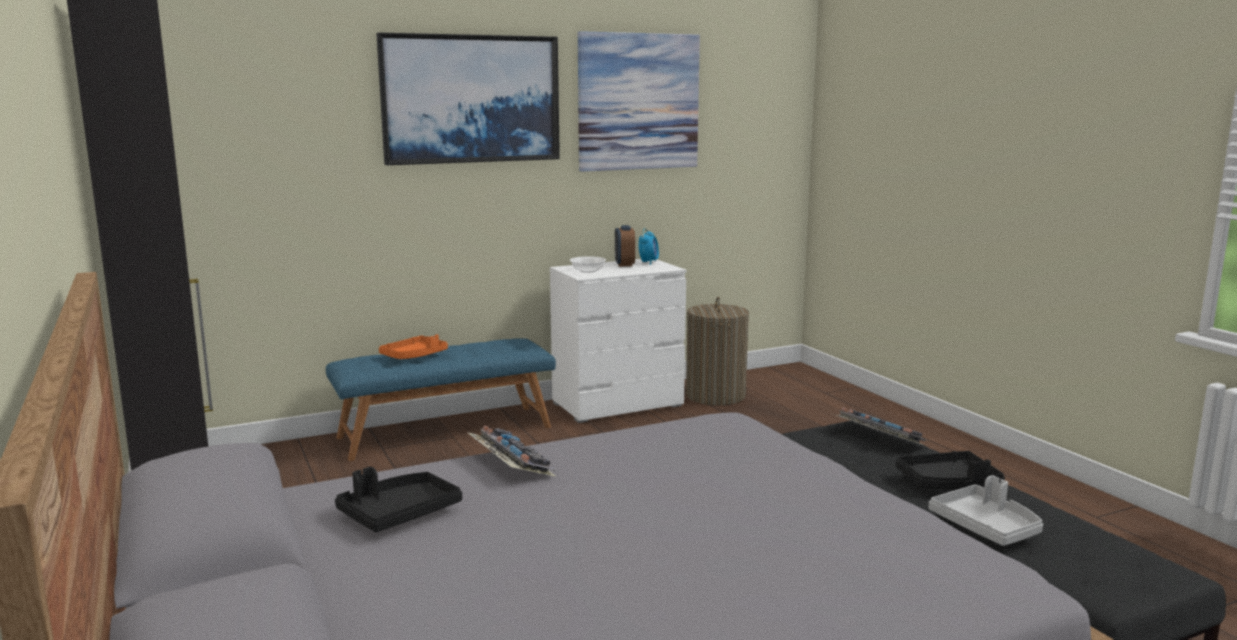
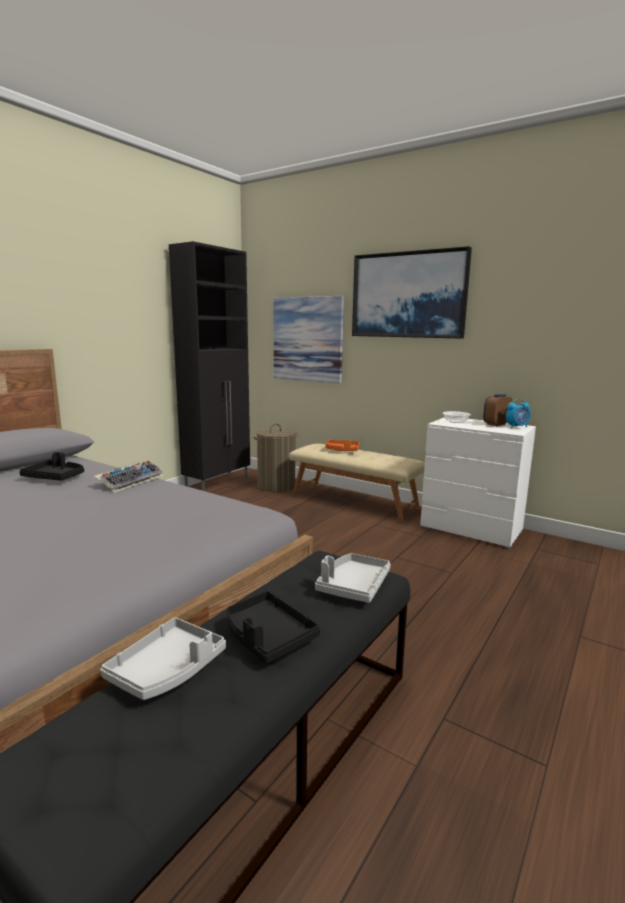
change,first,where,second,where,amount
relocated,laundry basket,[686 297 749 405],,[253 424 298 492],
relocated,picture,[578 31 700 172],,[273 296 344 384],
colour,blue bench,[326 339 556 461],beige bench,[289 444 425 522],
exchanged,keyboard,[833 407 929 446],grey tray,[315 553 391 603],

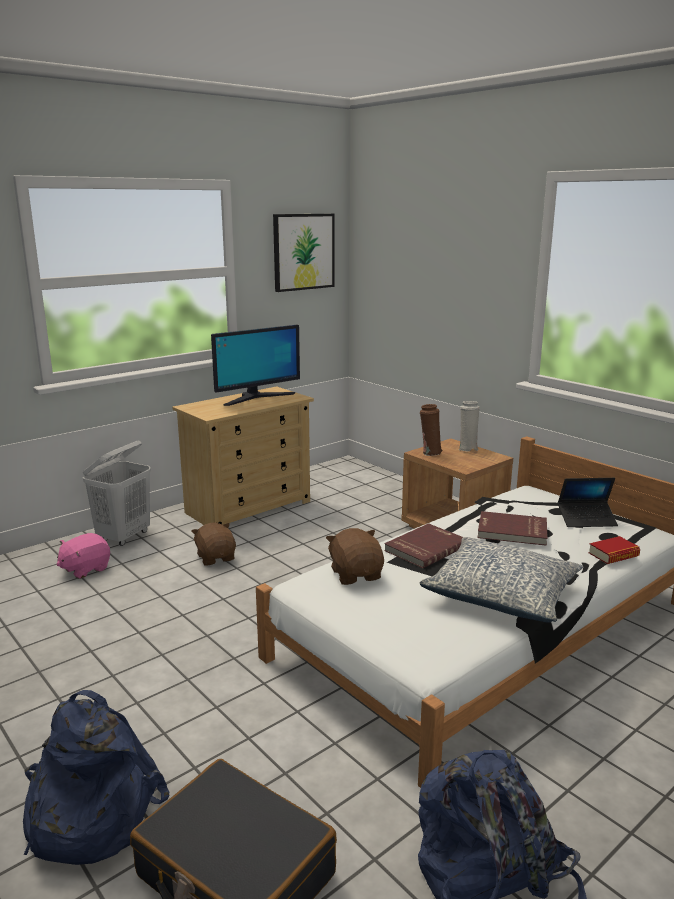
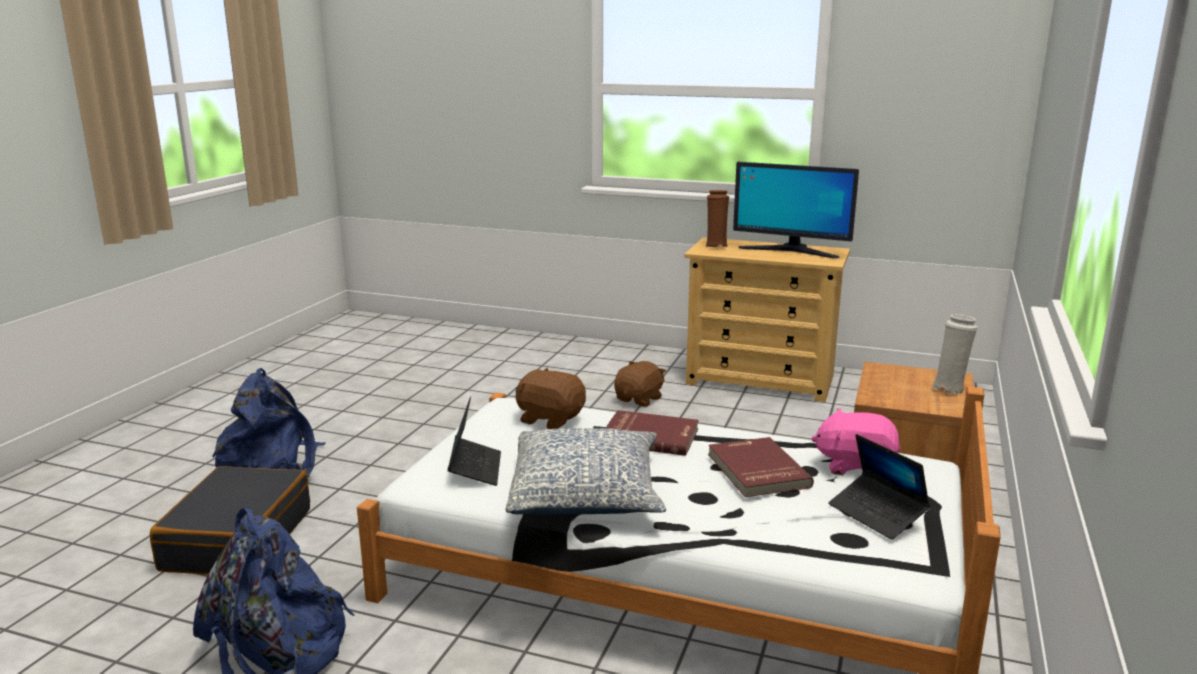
change,first,where,second,where,amount
appeared,,,laptop,[447 396 501 486],
spun,brown plush toy,[326 528 384 585],,[515 368 586 429],105 degrees counterclockwise
relocated,brown vase,[420 404 442 456],,[705 190 729 248],
relocated,pink plush toy,[56 533 110 579],,[811 408 901 475],
missing,white laundry basket,[83 440 151 546],,,
missing,picture,[273 214 335 292],,,
missing,book,[589 536 640 564],,,

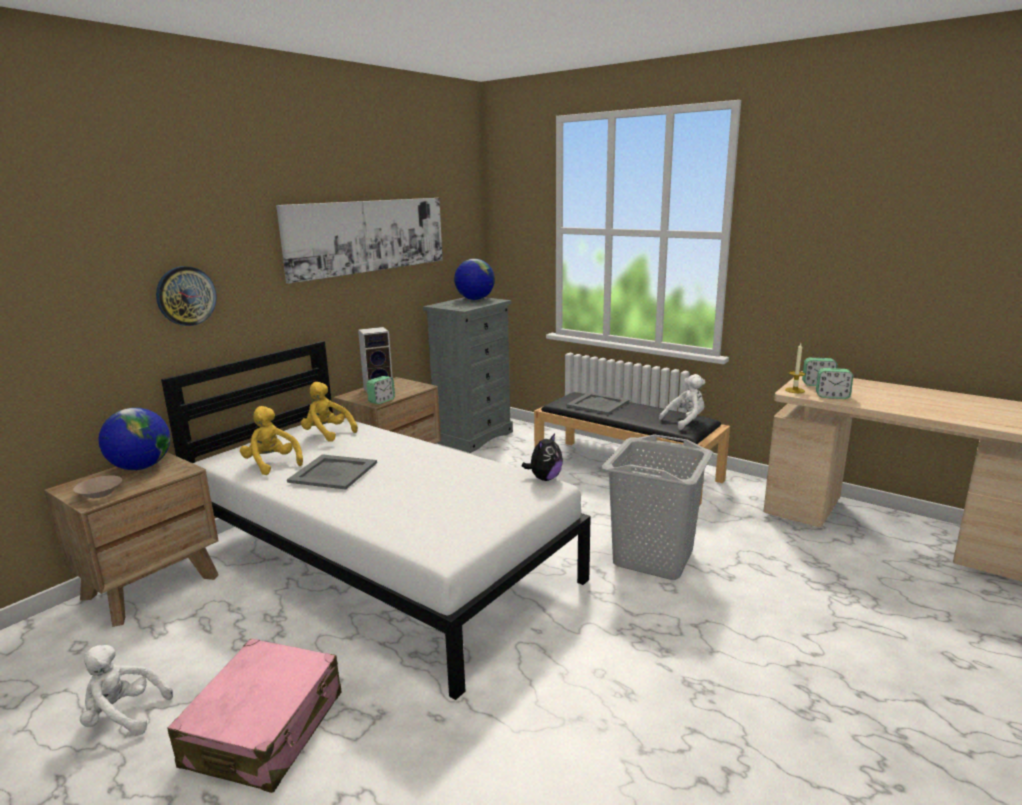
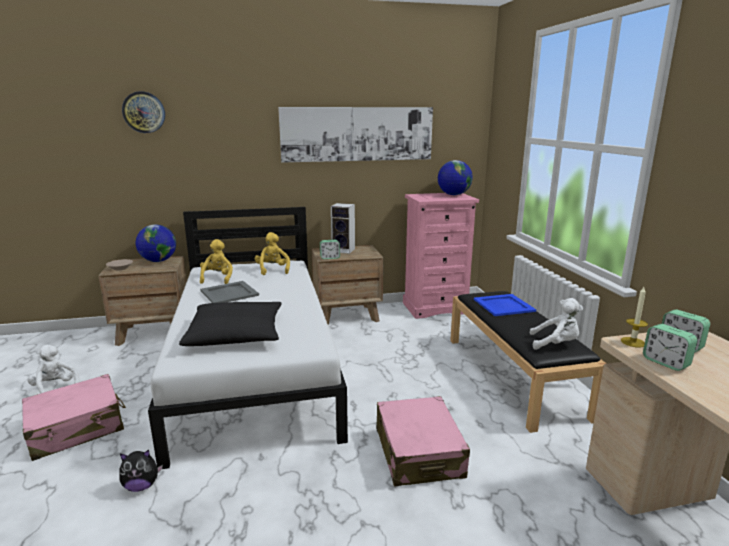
change,first,where,second,where,amount
relocated,plush toy,[522 433 563 481],,[119 450 163 492],
relocated,wall clock,[156 266 217 326],,[122 91 165 133],
appeared,,,black pillow,[179 302 282 346],
exchanged,grey laundry basket,[602 434 713 580],pink suitcase,[376 396 470 487],
colour,grey dresser,[423 297 513 453],pink dresser,[403 193 479 319],
colour,grey tray,[566 392 630 415],blue tray,[474 294 536 316],

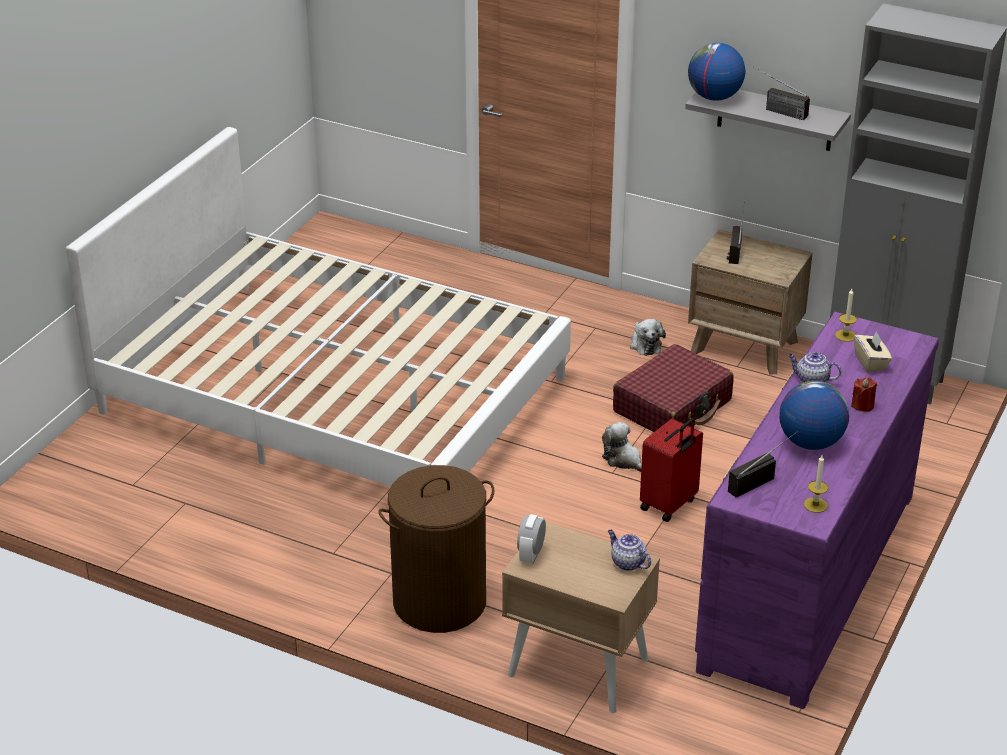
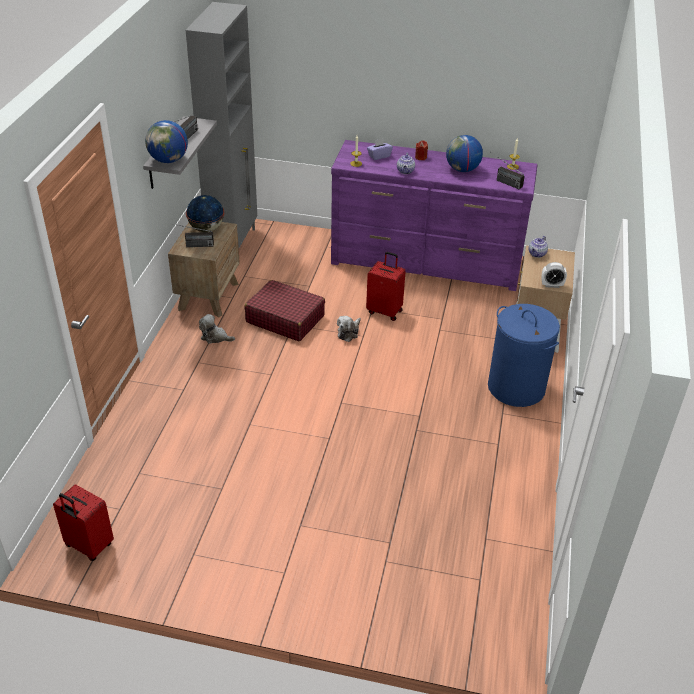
change,first,where,second,where,amount
appeared,,,red suitcase,[53 484 114 561],
appeared,,,globe,[186 195 224 232],
spun,plush toy,[630 319 666 356],,[199 314 235 344],135 degrees counterclockwise
colour,beige tissue box,[854 331 892 372],purple tissue box,[367 139 393 160],
colour,brown laundry basket,[378 465 495 633],blue laundry basket,[488 304 560 407],
missing,white bed,[66 127 571 486],,,

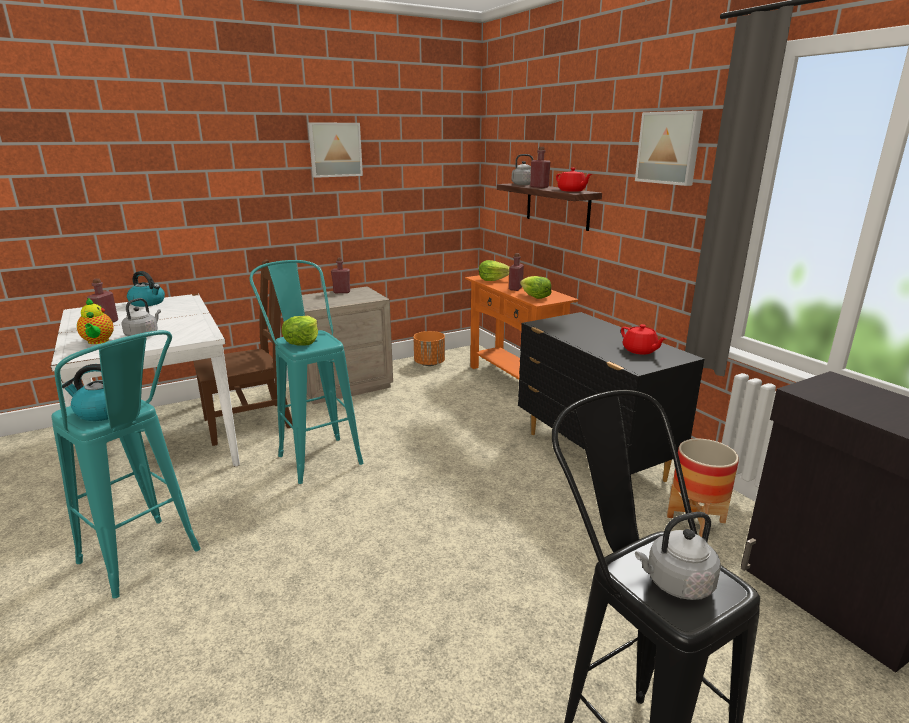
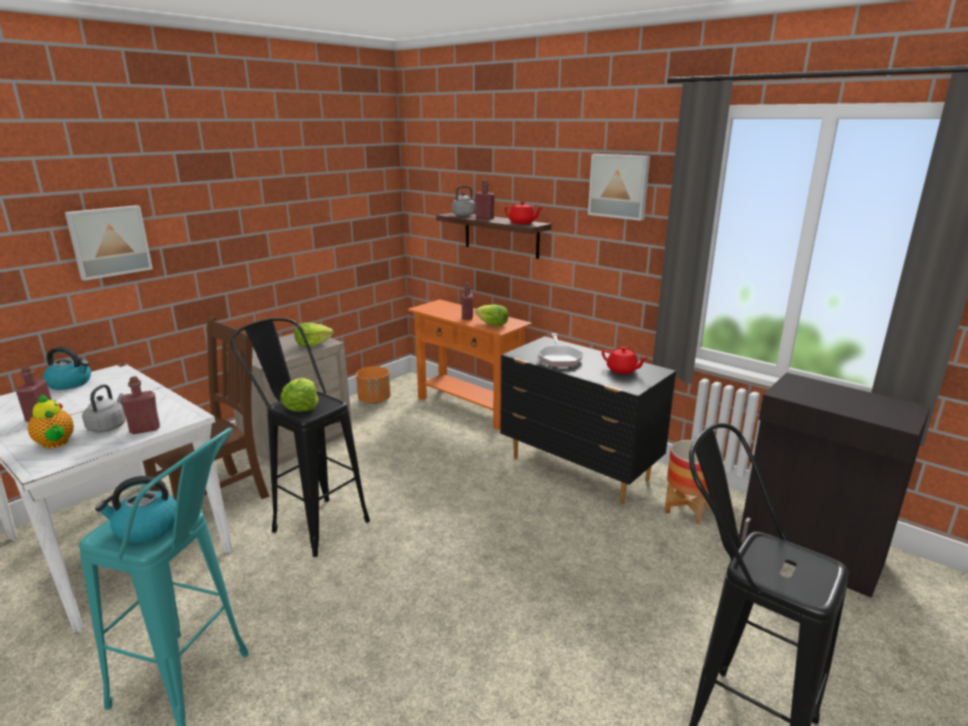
change,first,where,second,where,amount
relocated,picture,[308 122 363 178],,[65 205 153 281],
relocated,red bottle,[331 257 350 293],,[121 376 160 434],
colour,turquoise stool,[250 260 363 484],black stool,[231 318 370 557],
relocated,lettuce,[479 260 509 281],,[294 323 333 347],
appeared,,,frying pan,[537 333 584 367],
missing,grey kettle,[635 512 721 600],,,

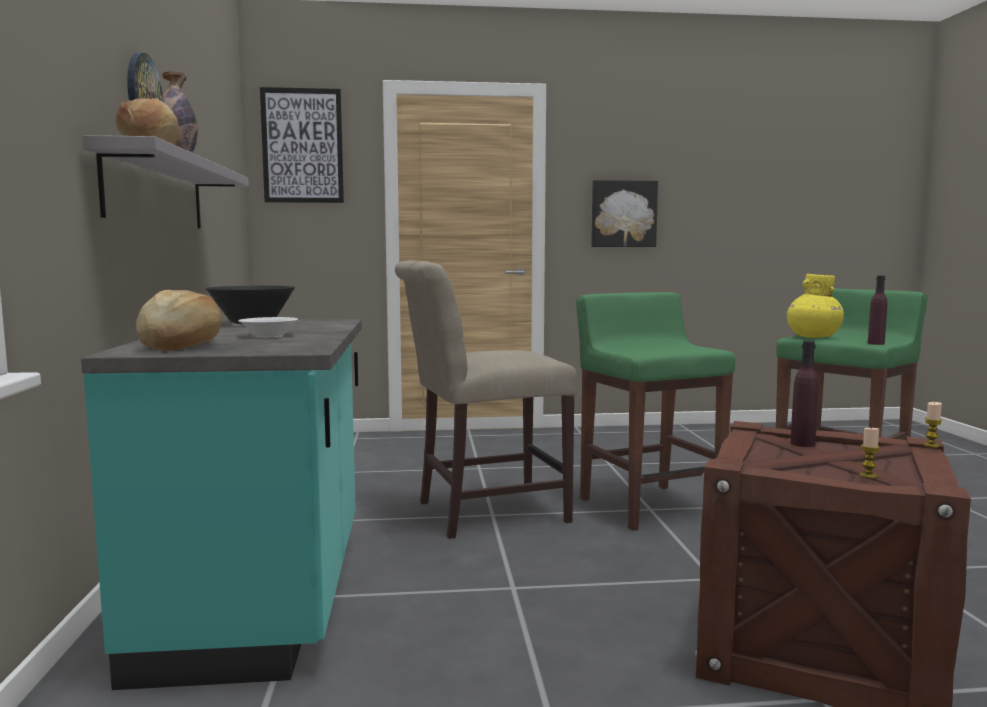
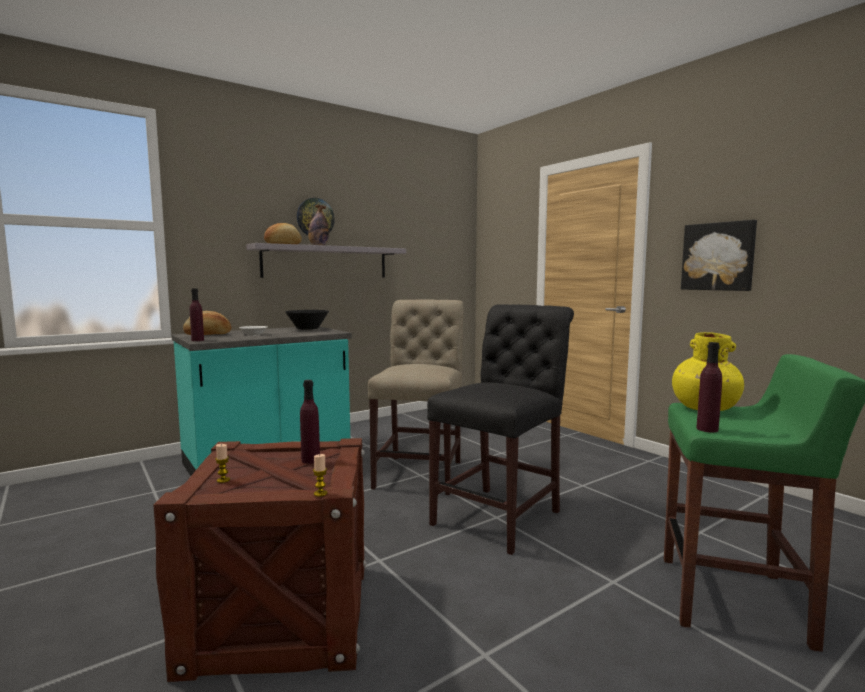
change,first,where,second,where,amount
appeared,,,purple bottle,[190 288 204 341],
spun,beige chair,[395 260 577 539],,[368 299 464 495],60 degrees clockwise
exchanged,green stool,[576 292 735 531],black chair,[427 304 574 555],
missing,picture,[260 87 344 203],,,

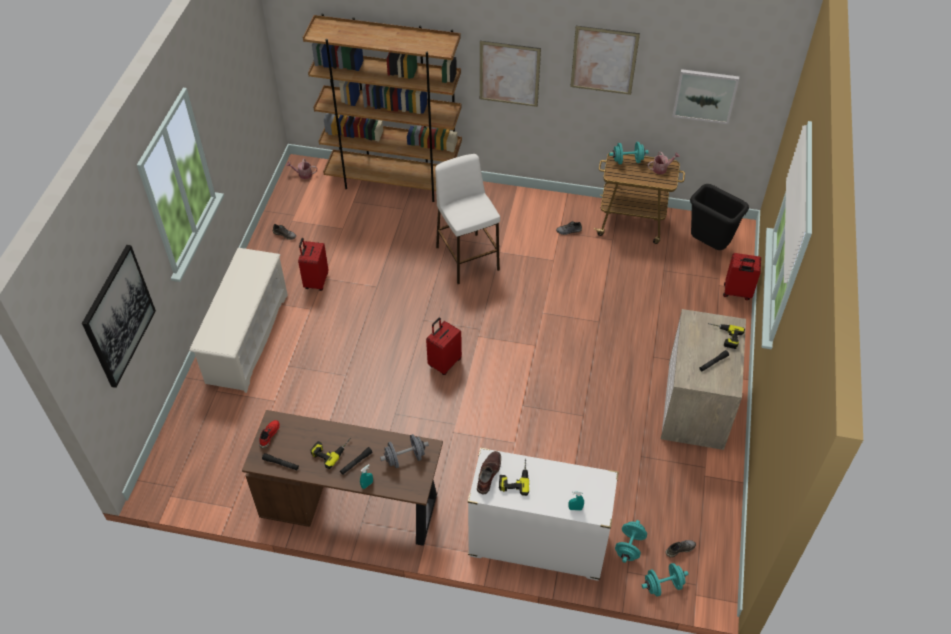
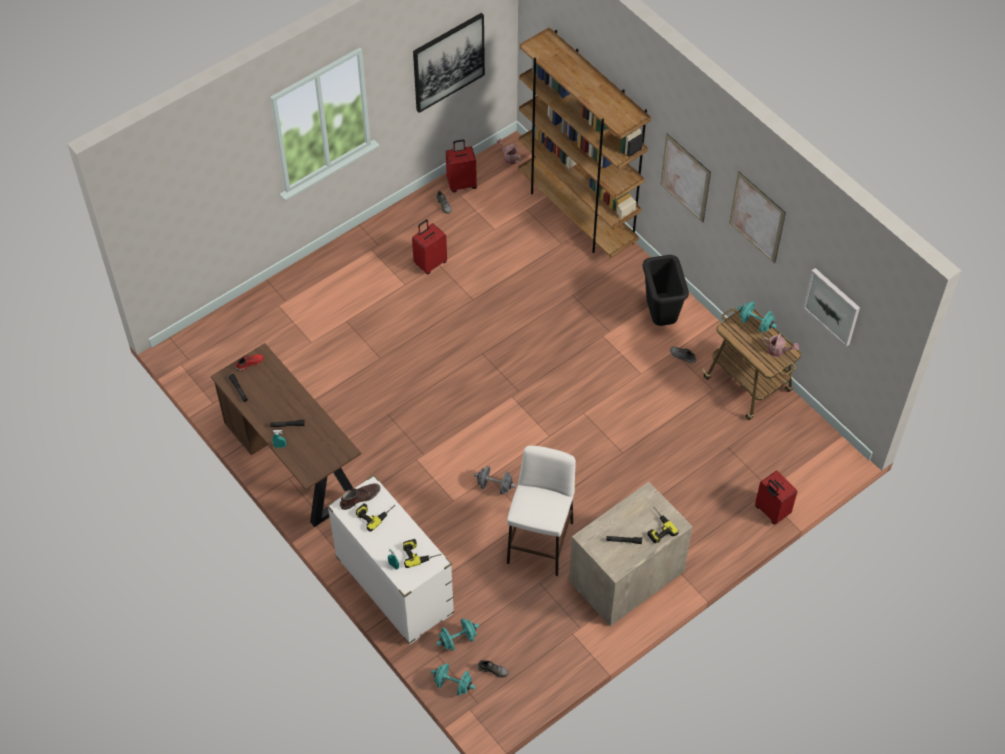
change,first,where,second,where,amount
relocated,power drill,[310 438 351 469],,[403 539 442 568],
relocated,picture,[82 245 156 388],,[413 13 485 113],
relocated,red suitcase,[426 318 462 375],,[446 139 477 192],
relocated,grey dumbbell,[380 434 429 468],,[474 466 516 495],
relocated,white stool,[435 154 500 284],,[507 446 576 576],
relocated,black trash can,[690 184 749 250],,[643 255 689 326],
missing,white shoe rack,[189 248 288 393],,,

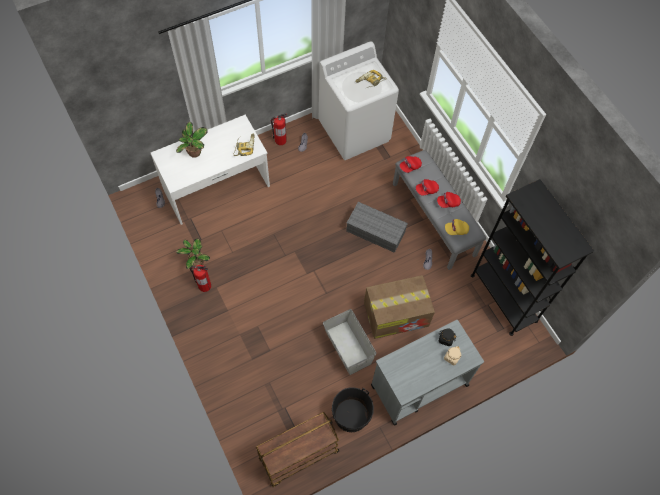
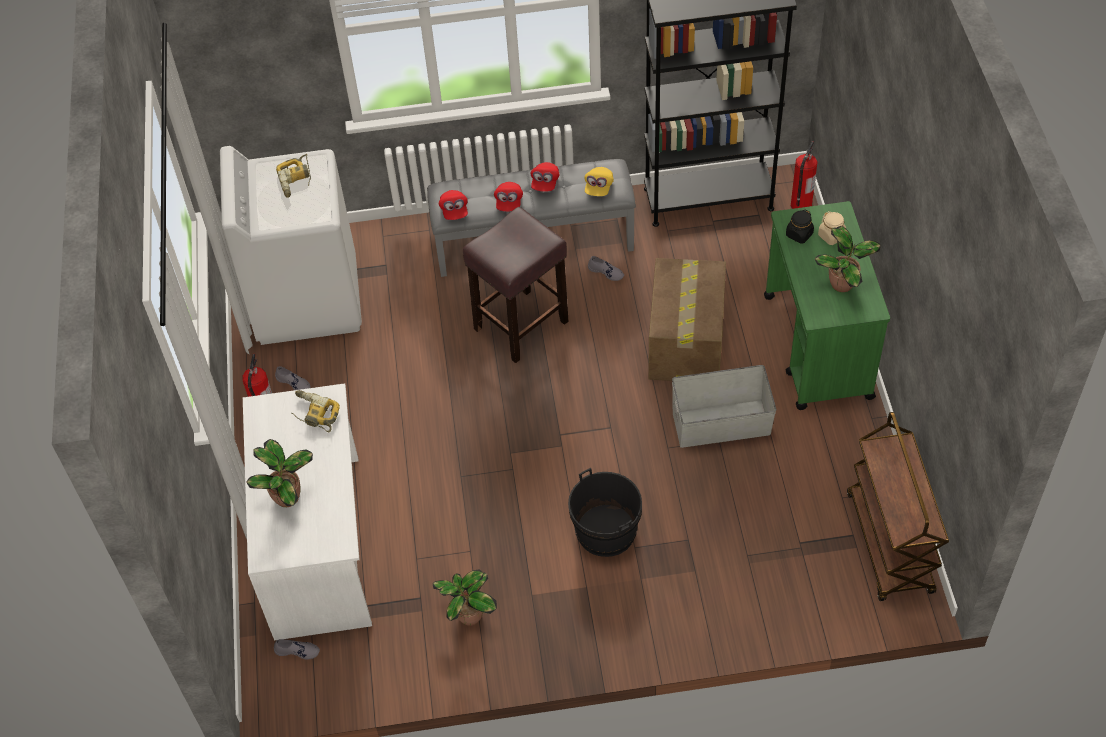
change,first,where,second,where,amount
exchanged,grey storage box,[346 202 408 253],brown stool,[463 207 569 363],
relocated,black bucket,[332 387 374 432],,[568 468 642 557],
colour,grey cart,[371 320 484 426],green cart,[764 201 890 410],
relocated,fire extinguisher,[190 265 211 292],,[791 141 818 209],
appeared,,,potted plant,[815 226 881 292],

